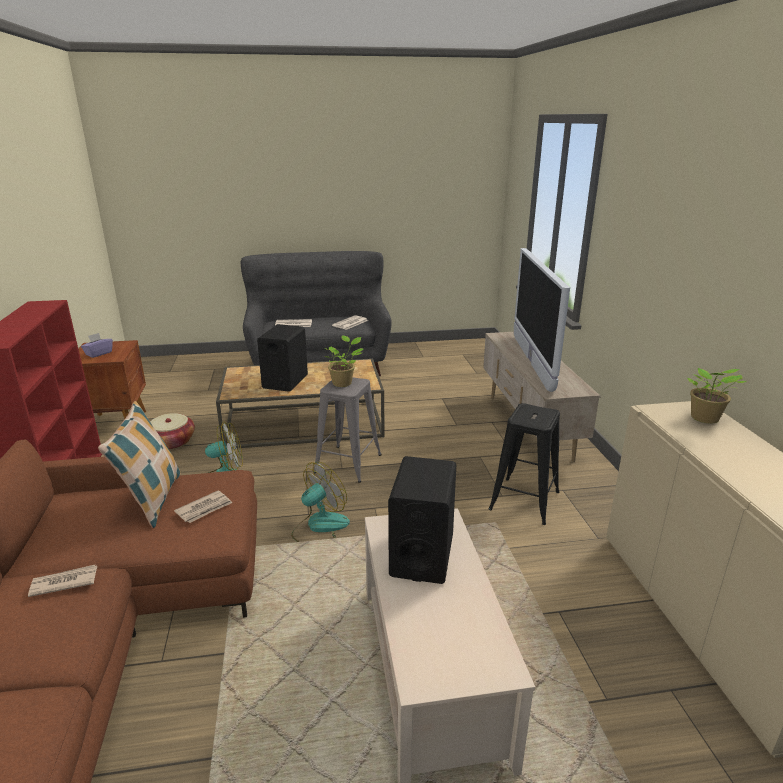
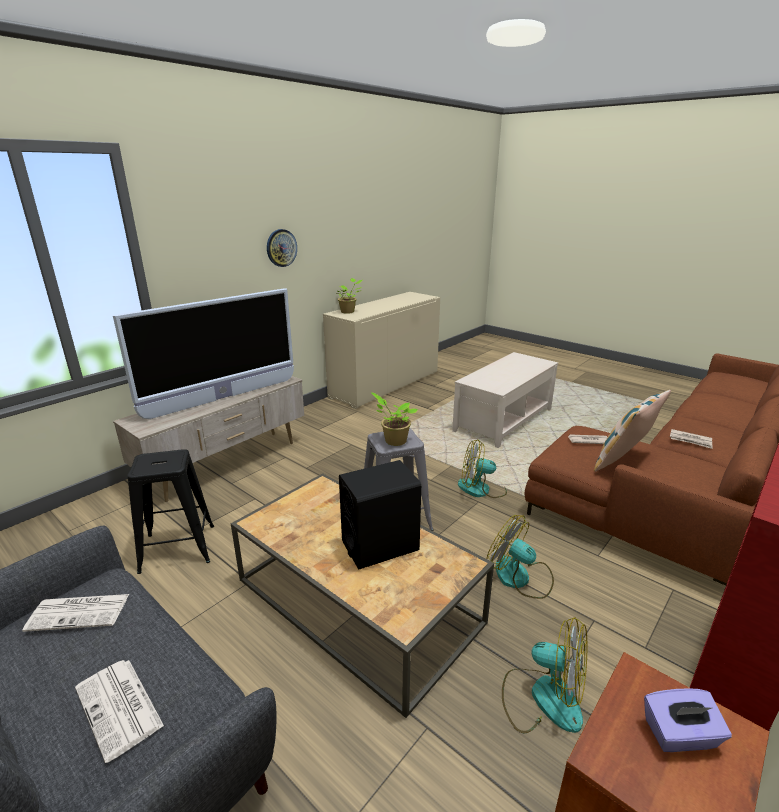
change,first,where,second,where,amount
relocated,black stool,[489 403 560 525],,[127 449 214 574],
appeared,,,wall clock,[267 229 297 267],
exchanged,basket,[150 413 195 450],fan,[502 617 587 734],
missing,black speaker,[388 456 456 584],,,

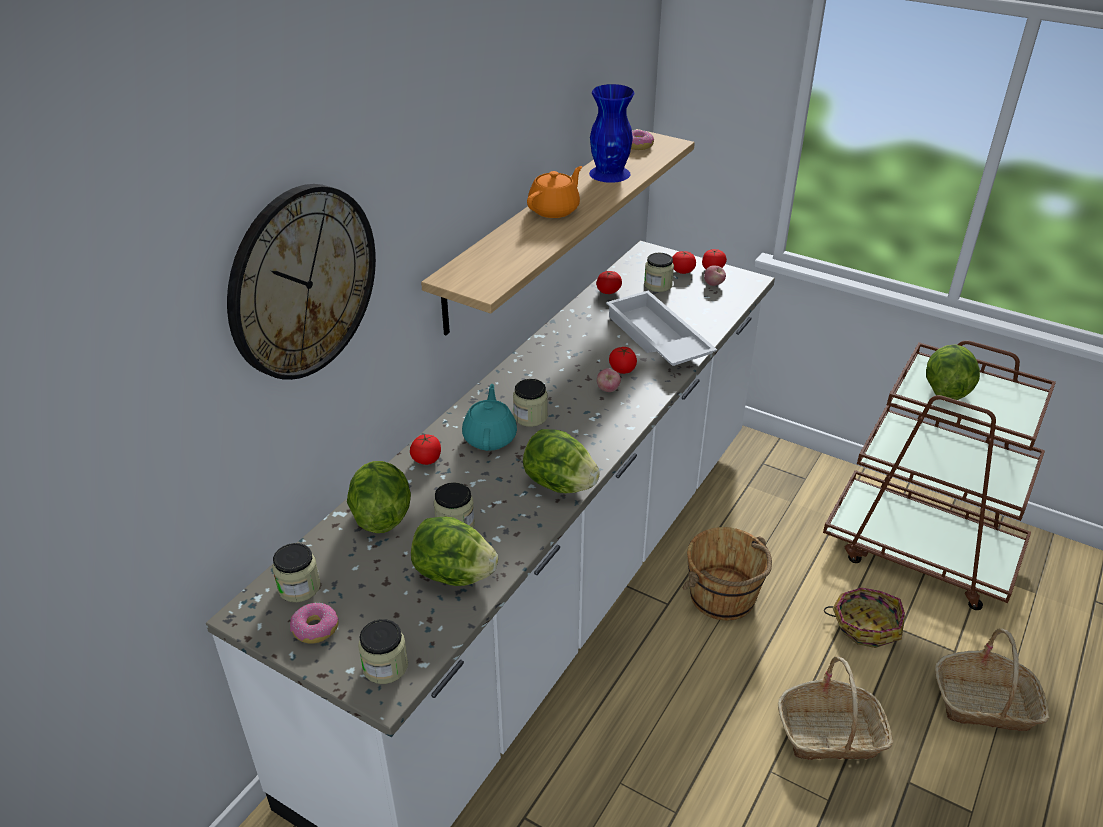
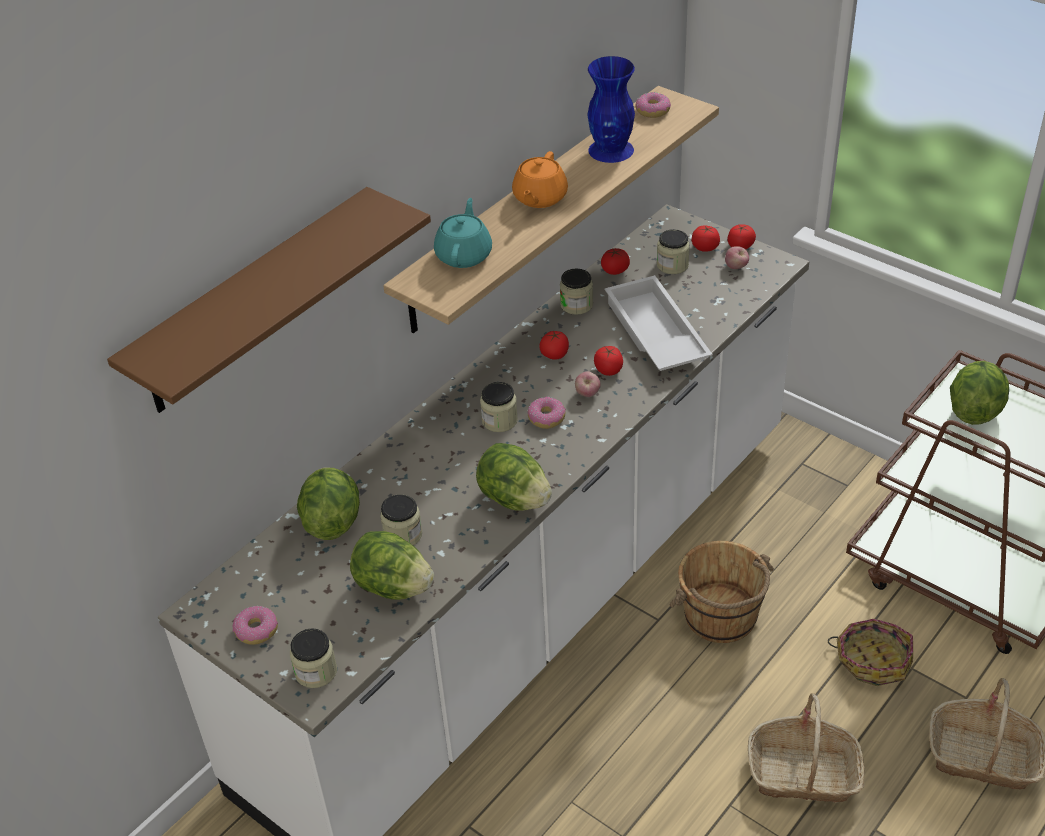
change,first,where,second,where,amount
exchanged,wall clock,[227 184 376 380],brown shelf,[107 187 431 413],
relocated,turquoise teapot,[462 384 517 451],,[434 198 492 268],
spun,orange teapot,[527 166 582 218],,[512 151 568 208],150 degrees clockwise
appeared,,,donut,[528 397 566 429],
relocated,tomato,[410 434 441 465],,[539 330 569 360],
relocated,jar,[273 543 320 602],,[560 268 593 315],

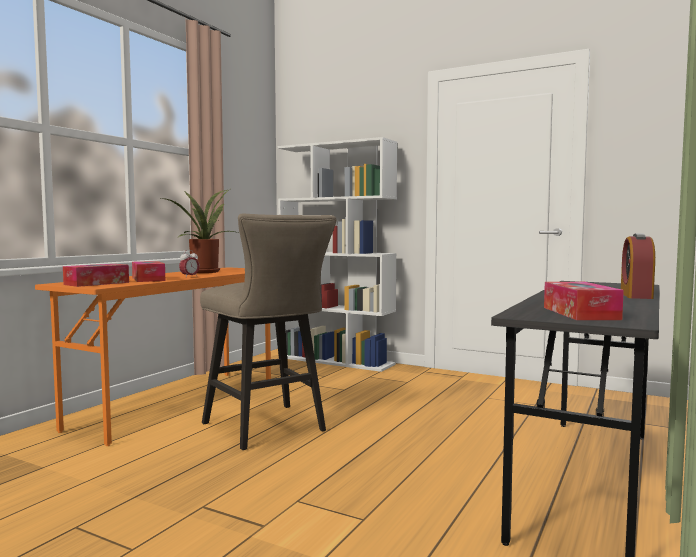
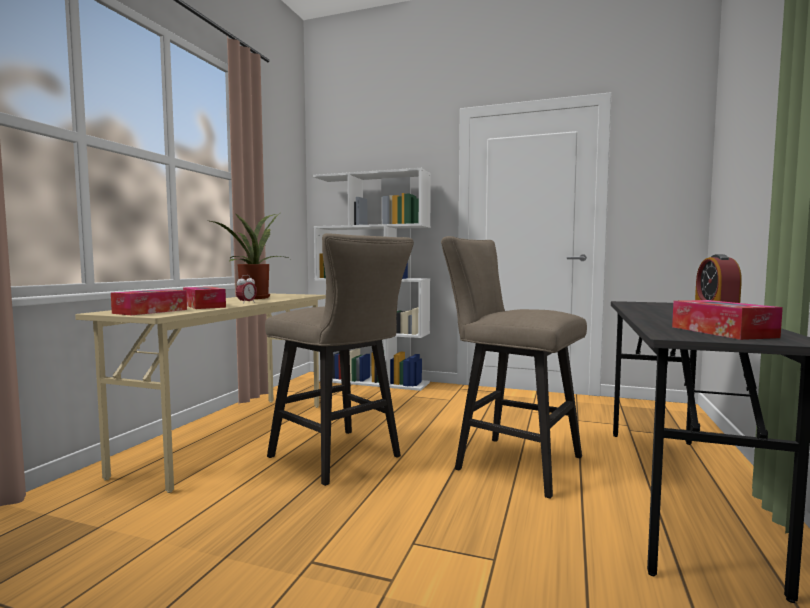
change,first,where,second,where,amount
colour,orange desk,[35 267 271 446],beige desk,[75 293 326 493],
appeared,,,beige stool,[441 236 587 499],

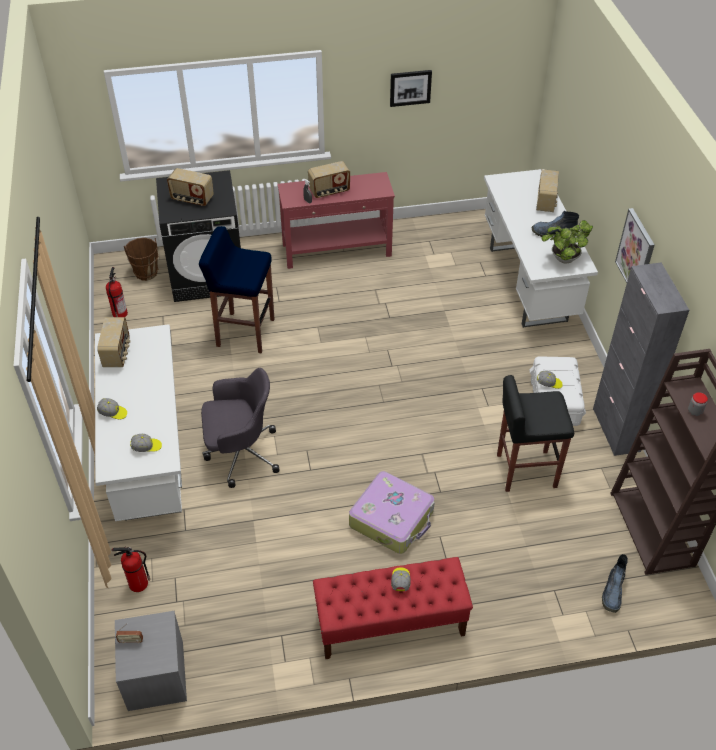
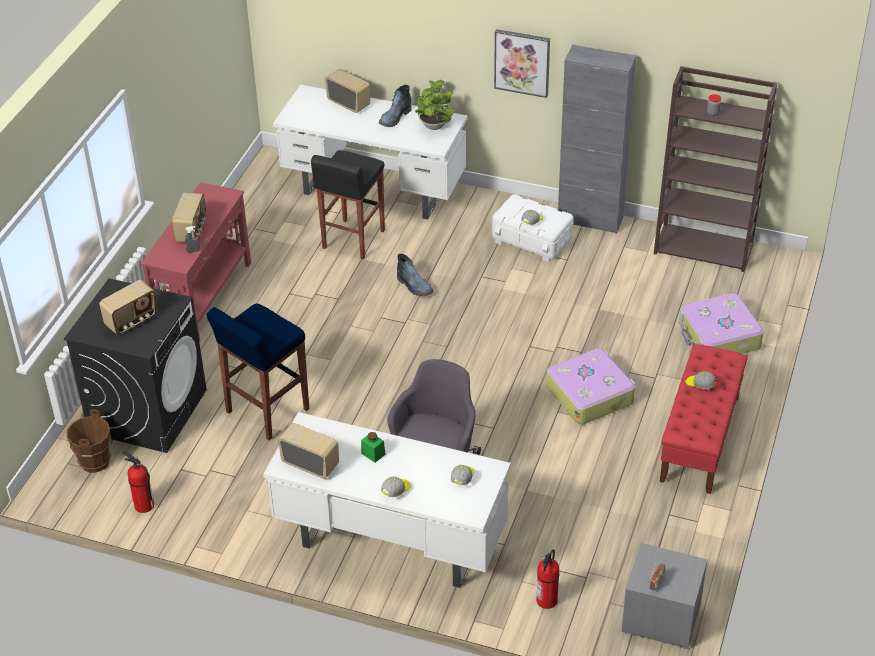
change,first,where,second,where,amount
relocated,black stool,[497 375 574 492],,[311 150 385 260],
appeared,,,green jar,[361 432 386 463],
relocated,boot,[602 554 628 613],,[397 254 434 296],
appeared,,,suitcase,[679 293 764 354],
missing,picture,[390 70 432 107],,,

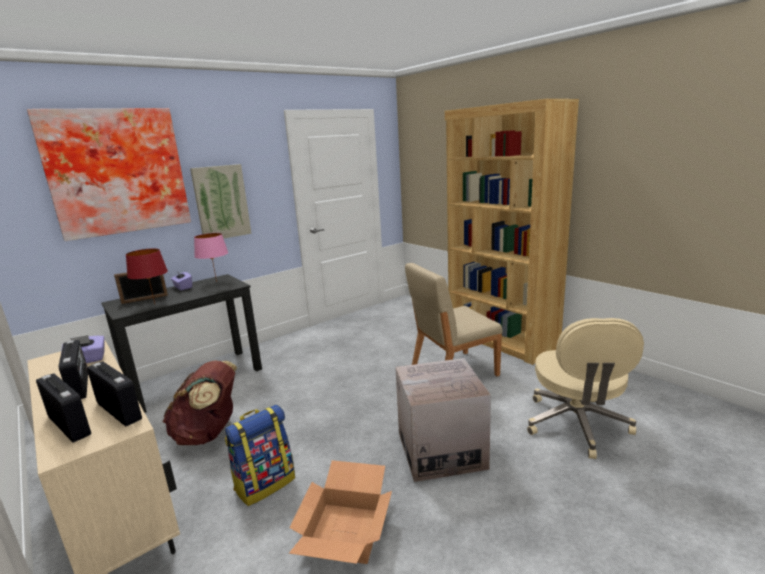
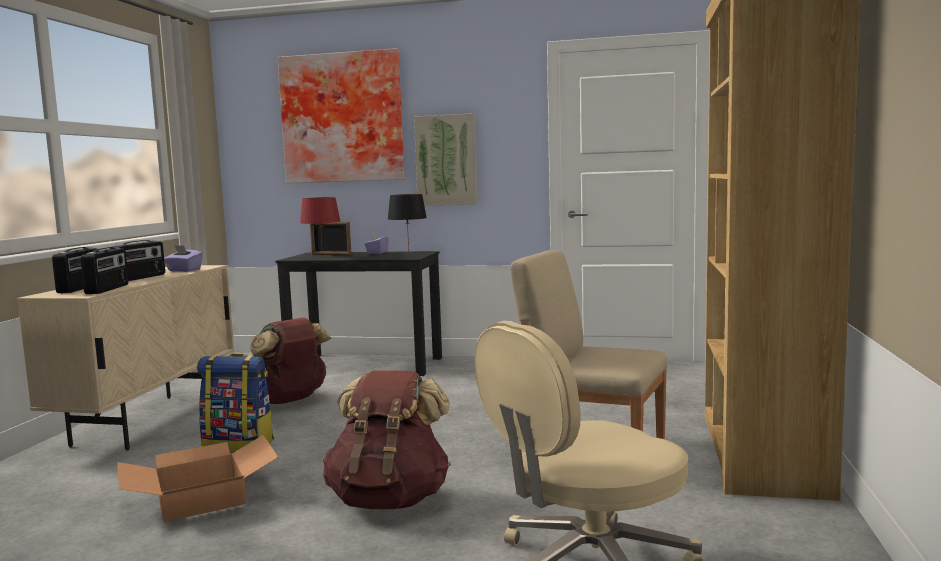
change,first,where,second,where,amount
exchanged,cardboard box,[395 358 491 482],brown backpack,[323 370 451 509],
colour,pink table lamp,[194 233 228 282],black table lamp,[388 194 427 252],

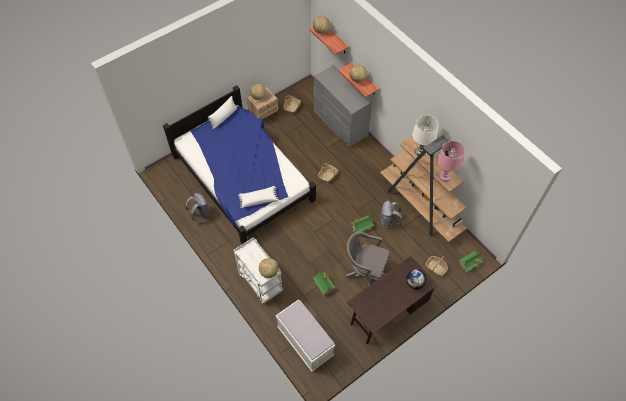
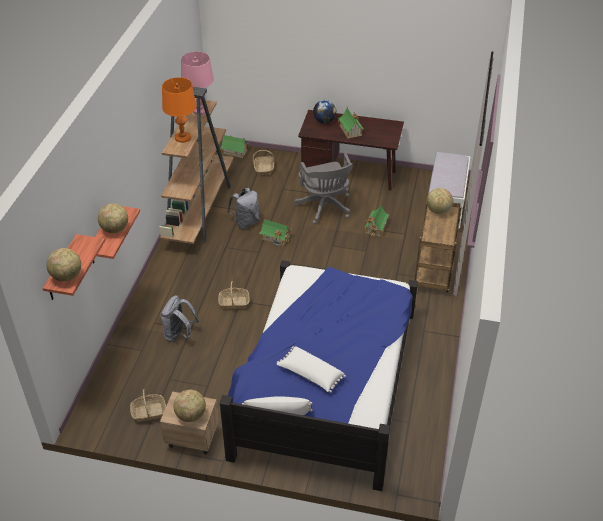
change,first,where,second,where,amount
relocated,grey backpack,[186 193 210 221],,[160 295 199 342],
colour,white table lamp,[412 115 439 156],orange table lamp,[162 77 197 143],
relocated,white pillow,[238 186 279 208],,[277 346 346 393],
appeared,,,toy house,[338 107 364 138],
colour,white cart,[234 238 283 305],brown cart,[414 202 461 292],
missing,grey dresser,[314 65 372 148],,,

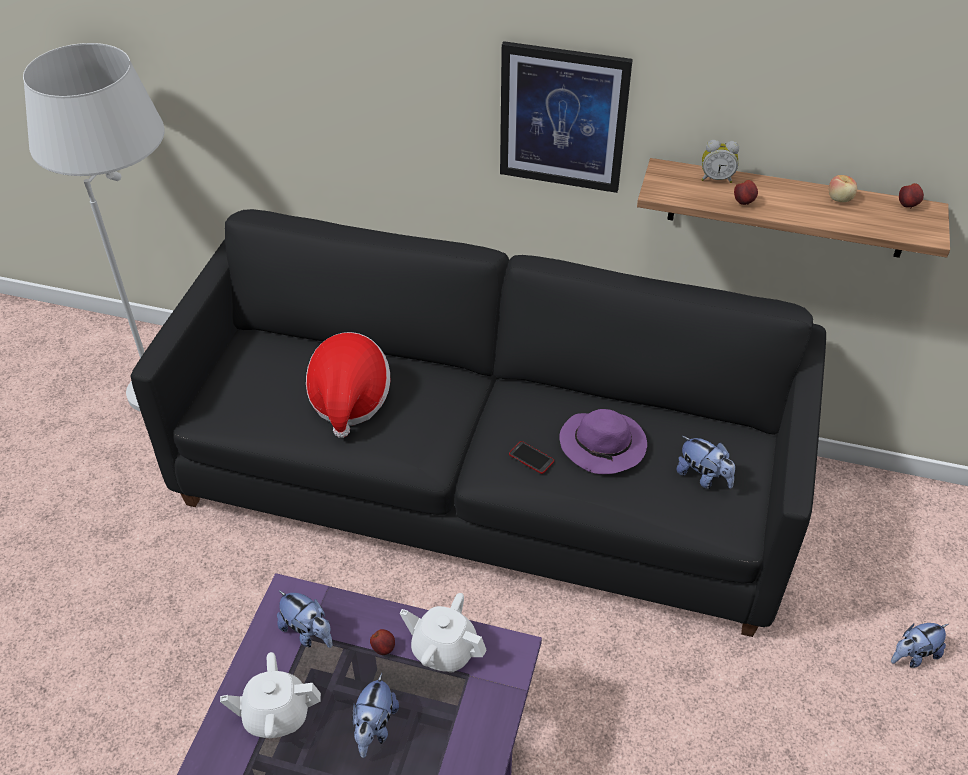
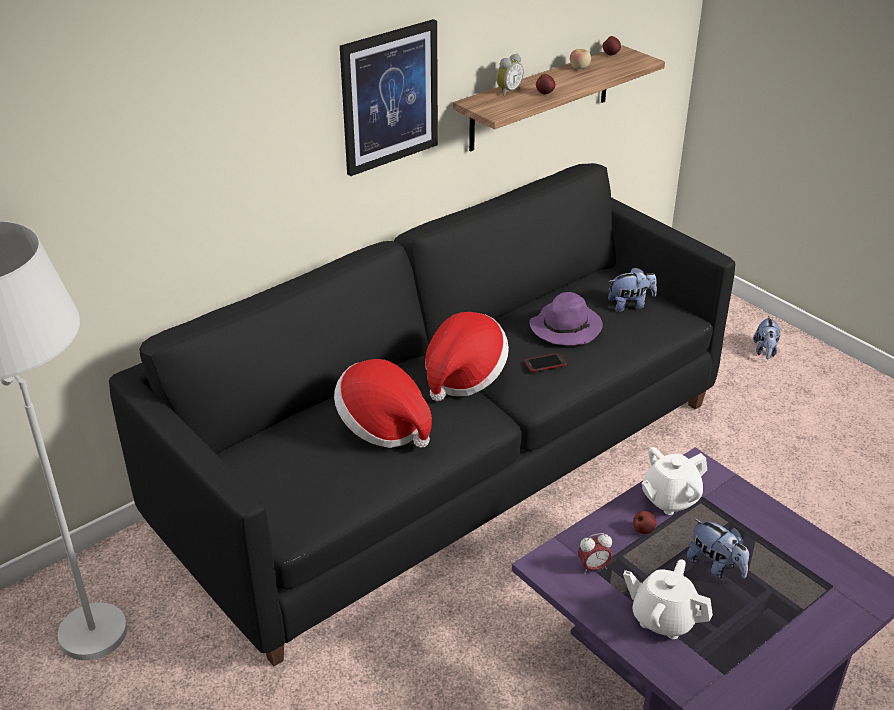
change,first,where,second,where,amount
appeared,,,hat,[425 312 509 401],
exchanged,plush toy,[277 590 333 648],alarm clock,[578 533 613 574],
spun,white teapot,[220 652 321 738],,[623 559 713 639],90 degrees clockwise

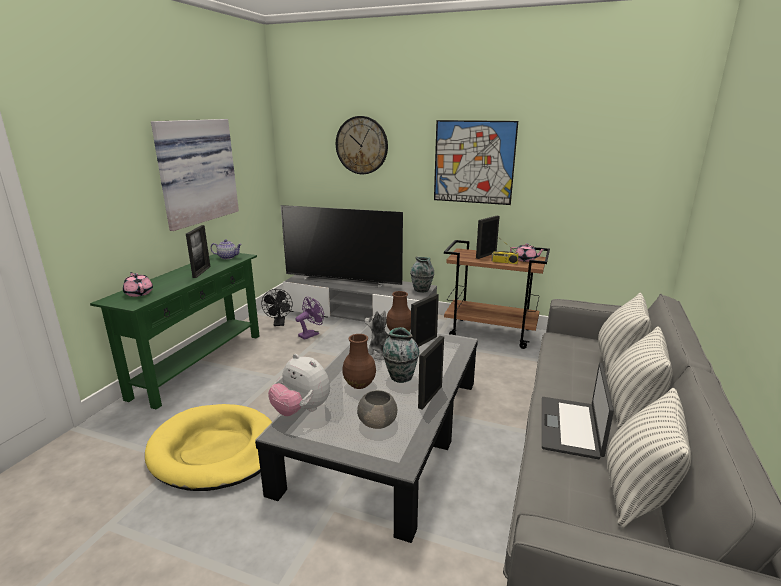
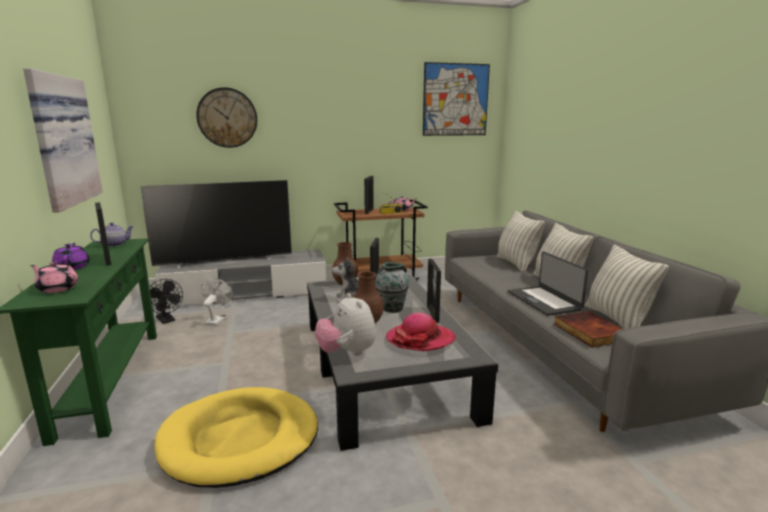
change,first,where,second,where,amount
appeared,,,purple teapot,[52 243 90 270],
colour,purple fan,[295 297 324 340],white fan,[201 278 234 326],
spun,plush toy,[268 354 330 416],,[315 293 376 356],60 degrees clockwise
exchanged,grey bowl,[357 390 397 429],hat,[386 312 456 351],
relocated,picture,[434 120 518 205],,[423 62 490 136],
appeared,,,book,[554 311 623 348],
missing,vase,[410 257 434 293],,,

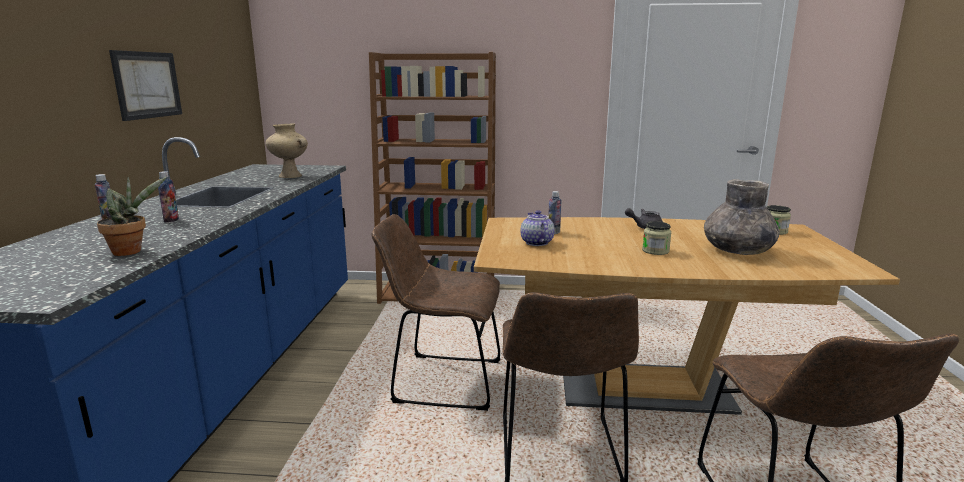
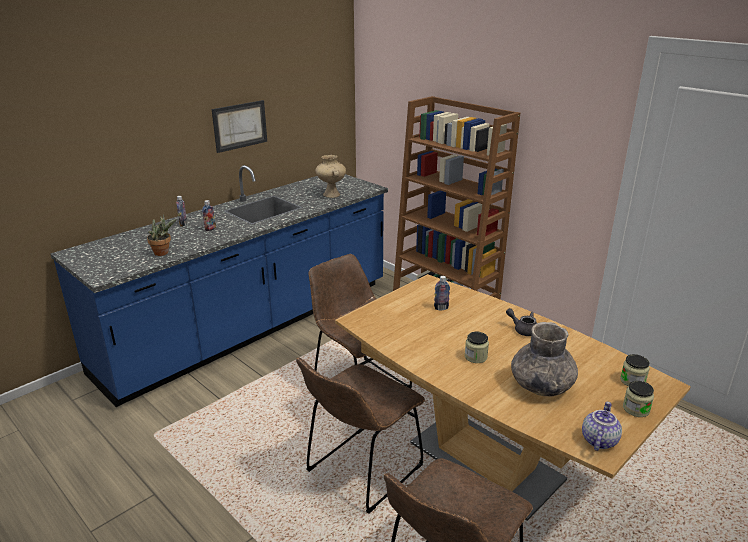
change,first,where,second,where,amount
relocated,teapot,[520 210 555 246],,[582 402 622 451],
appeared,,,jar,[623 381 654 417],

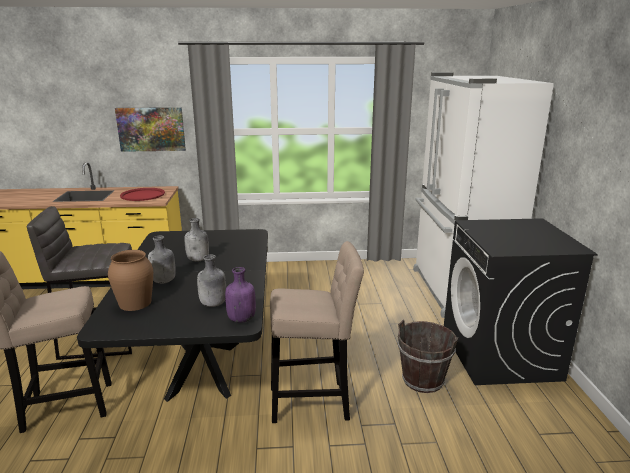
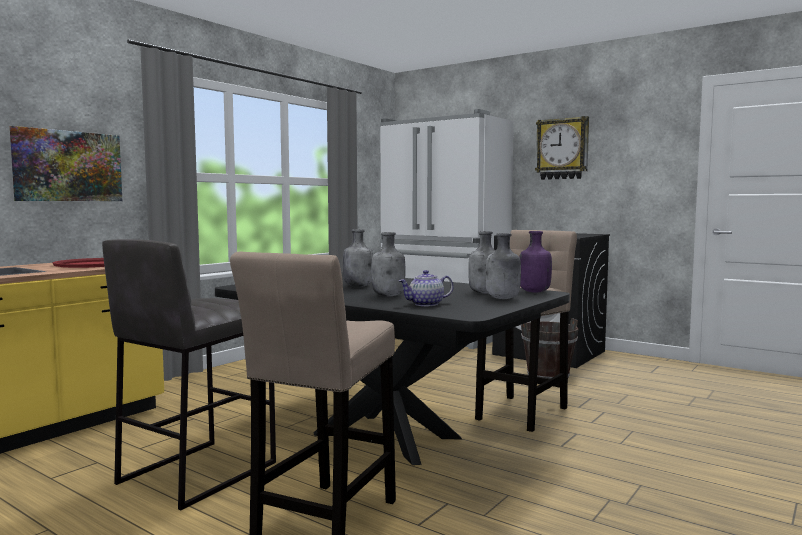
change,first,where,second,where,amount
exchanged,brown vase,[108 250 153 311],teapot,[399 270 454 306],
appeared,,,grey bottle,[485 233 521 299],
appeared,,,wall clock,[535 116 589 180],

